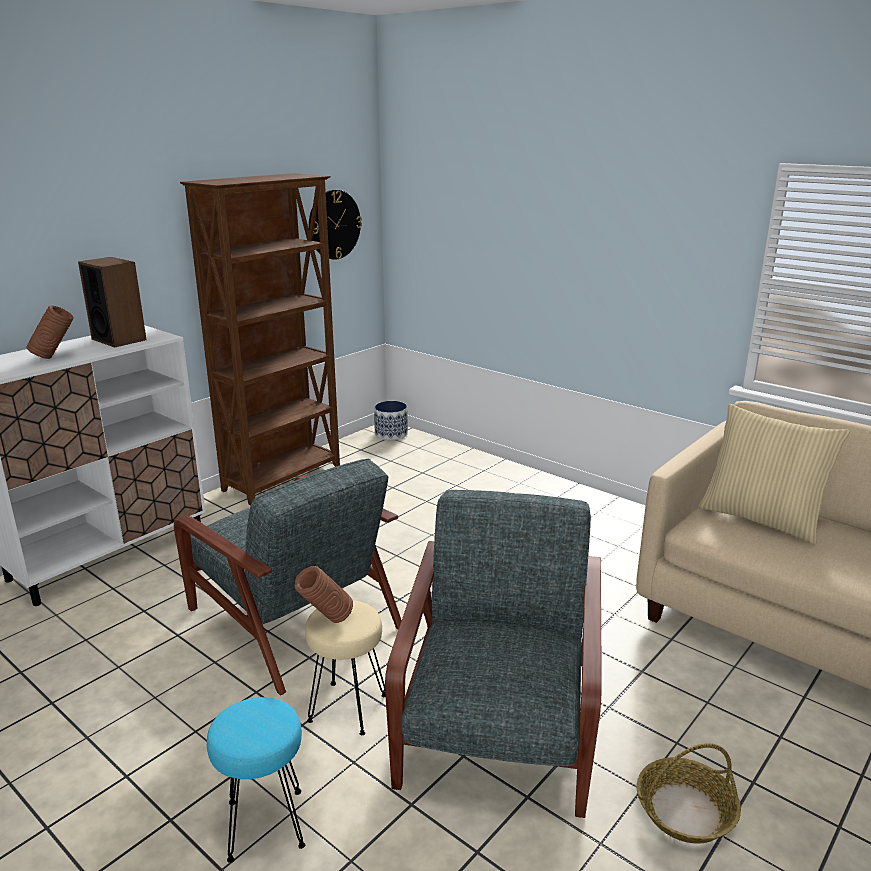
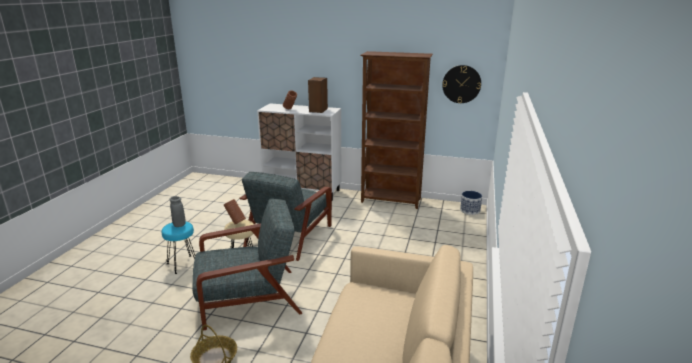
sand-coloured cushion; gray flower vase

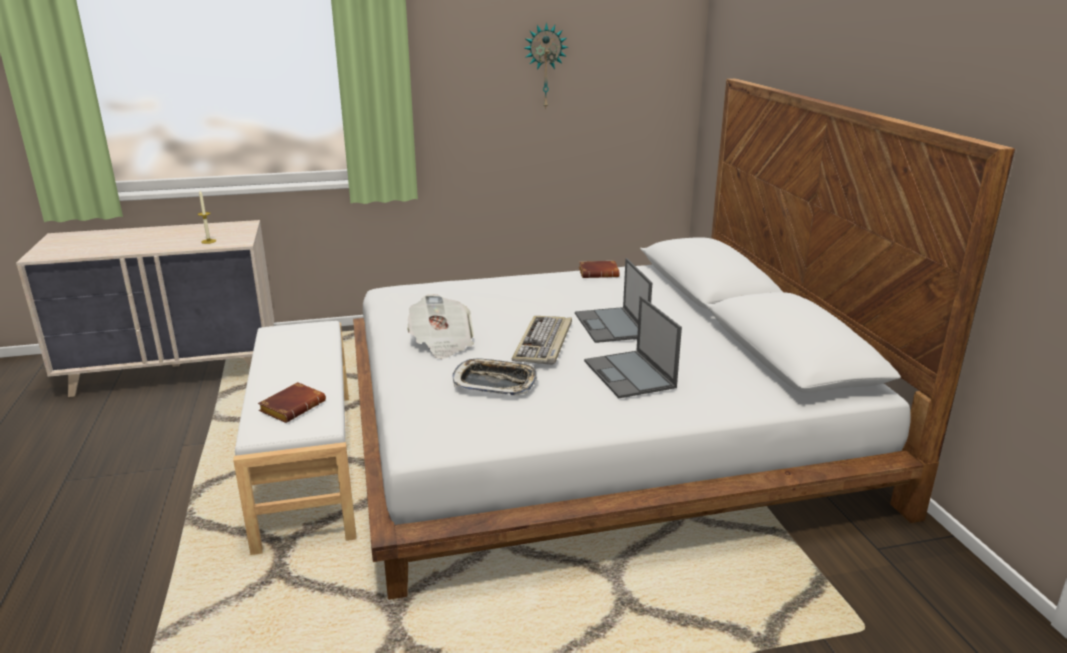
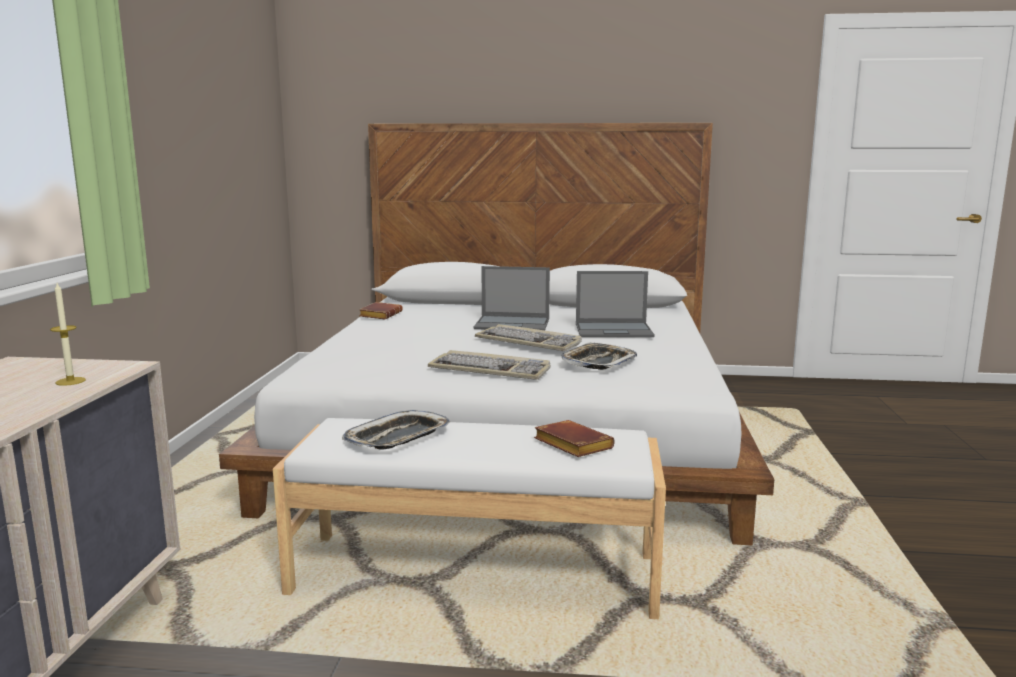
PC keyboard (no. 1 from left); clock on the wall; serving tray (no. 1 from left)

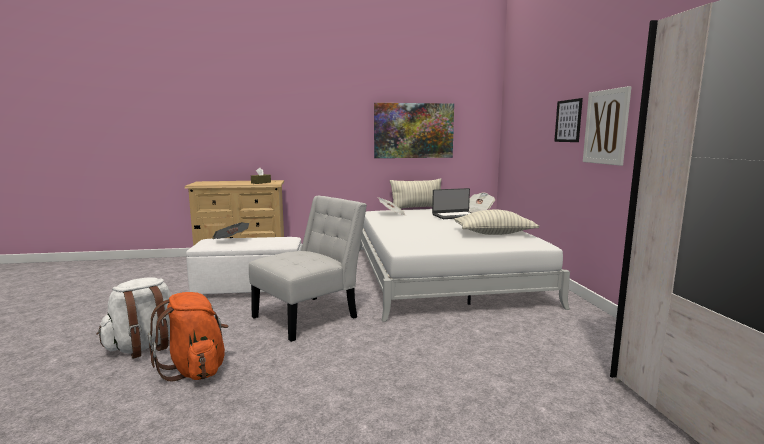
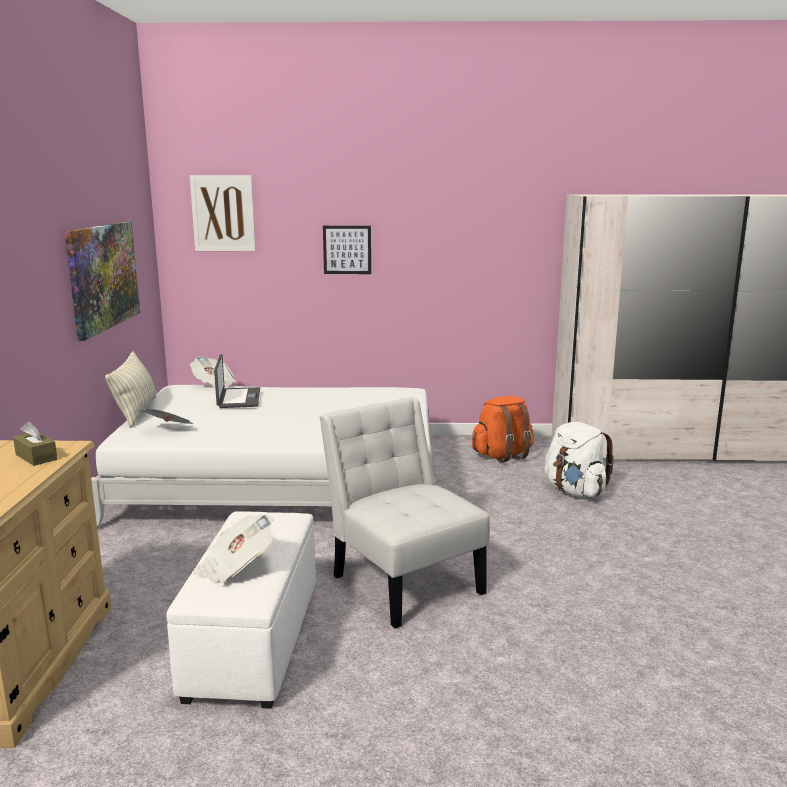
white-coloured backpack; orangey backpack; cushion (no. 2 from left in the first image); wall picture (no. 2 from left)

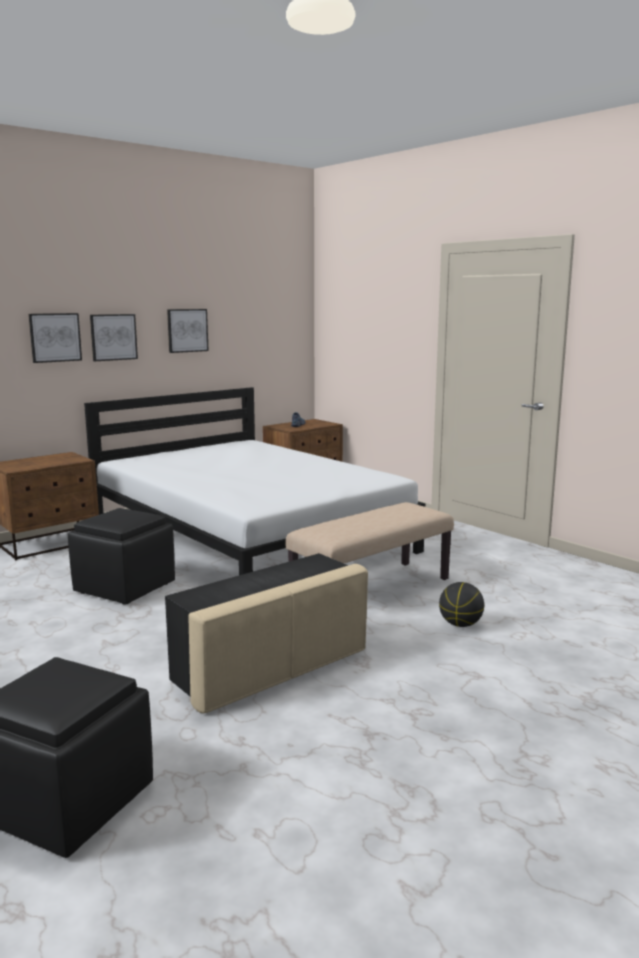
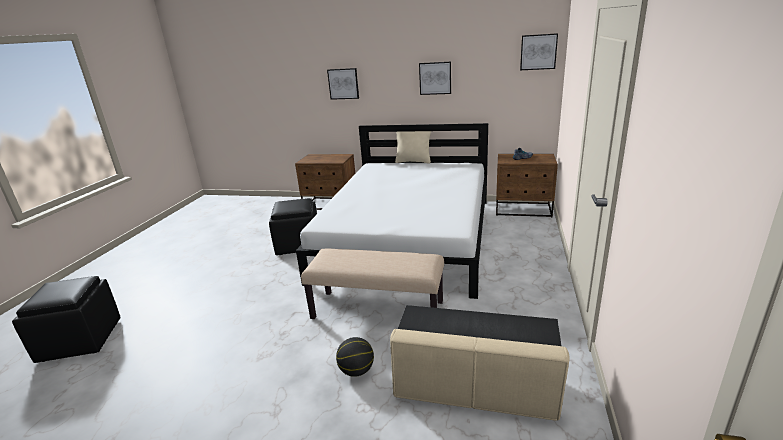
wall picture (no. 3 from left); sand-coloured footrest; sand-coloured cushion

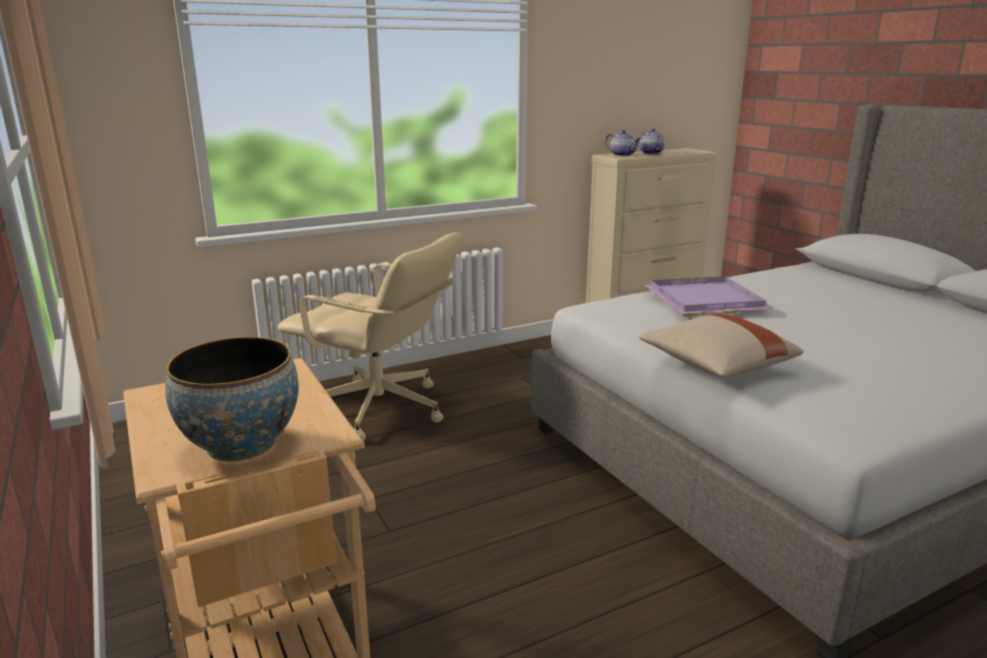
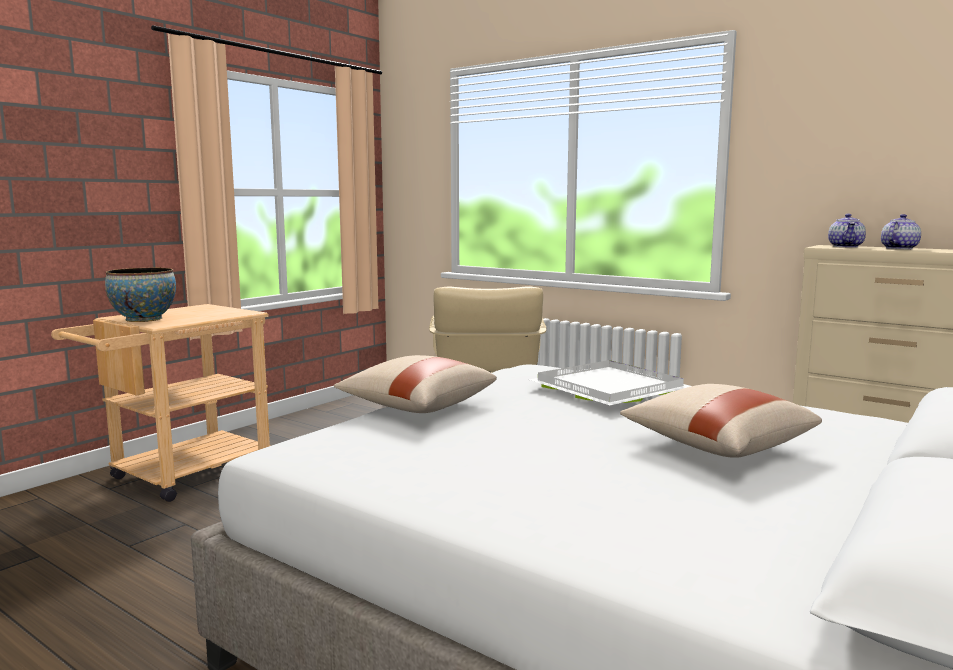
white-coloured serving tray; sand-coloured cushion (no. 2 from left)

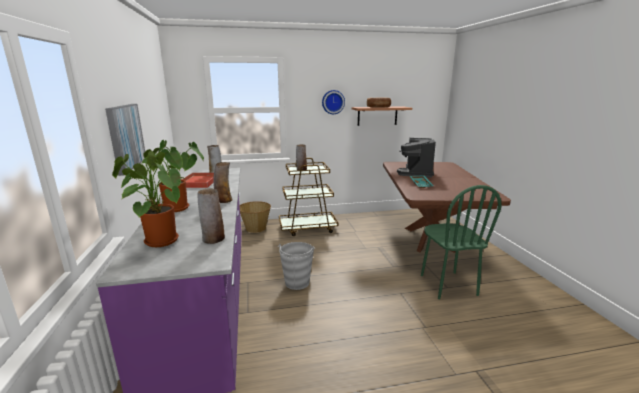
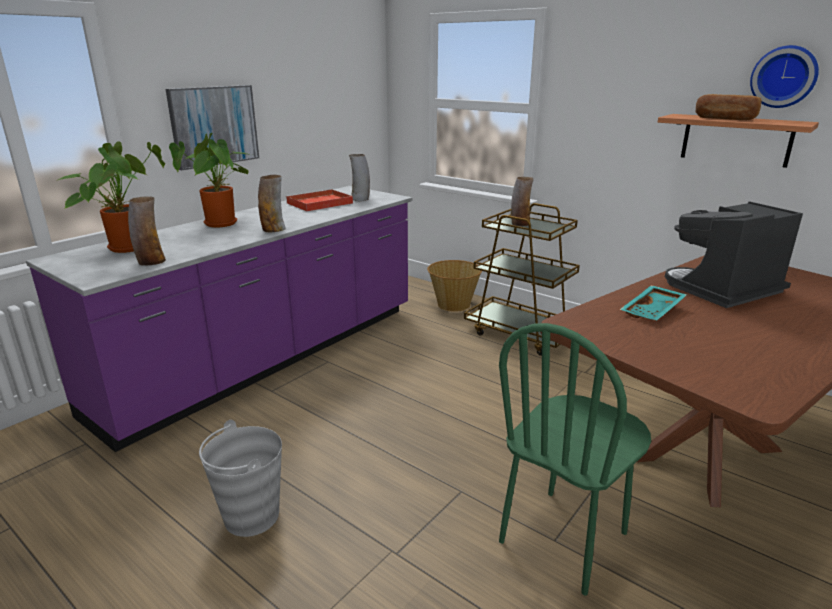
gray bucket; clock on the wall

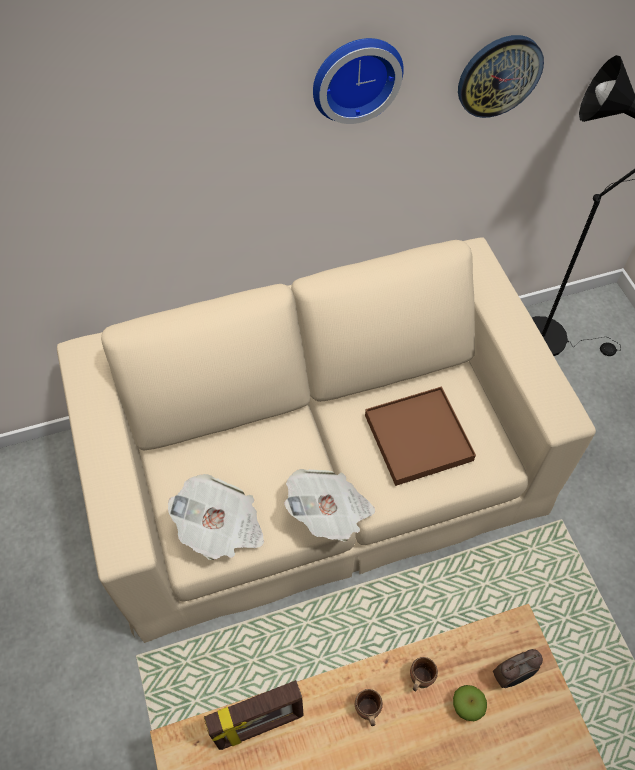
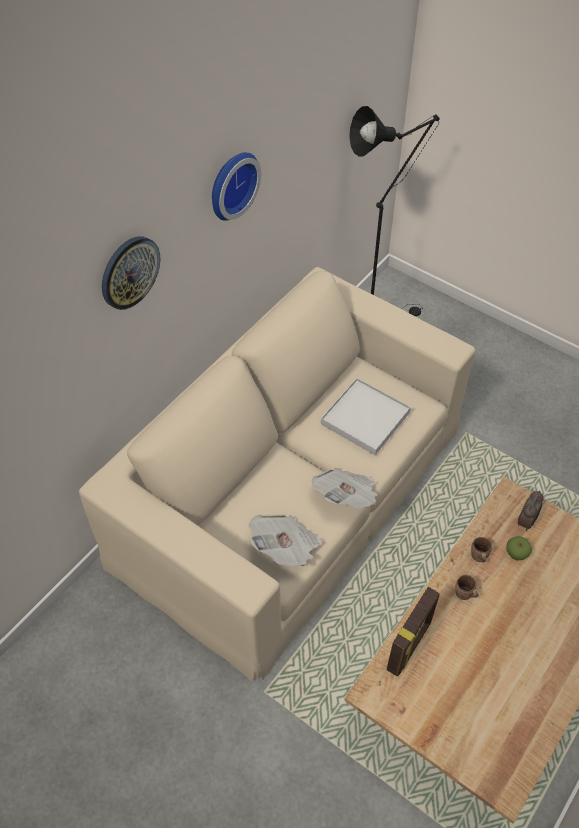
white-coloured serving tray; clock on the wall (no. 1 from left)

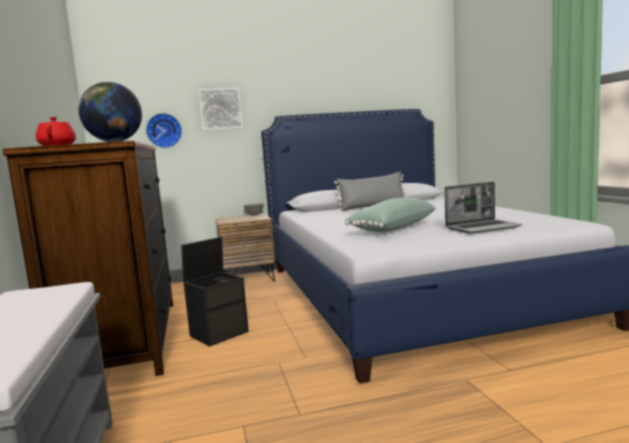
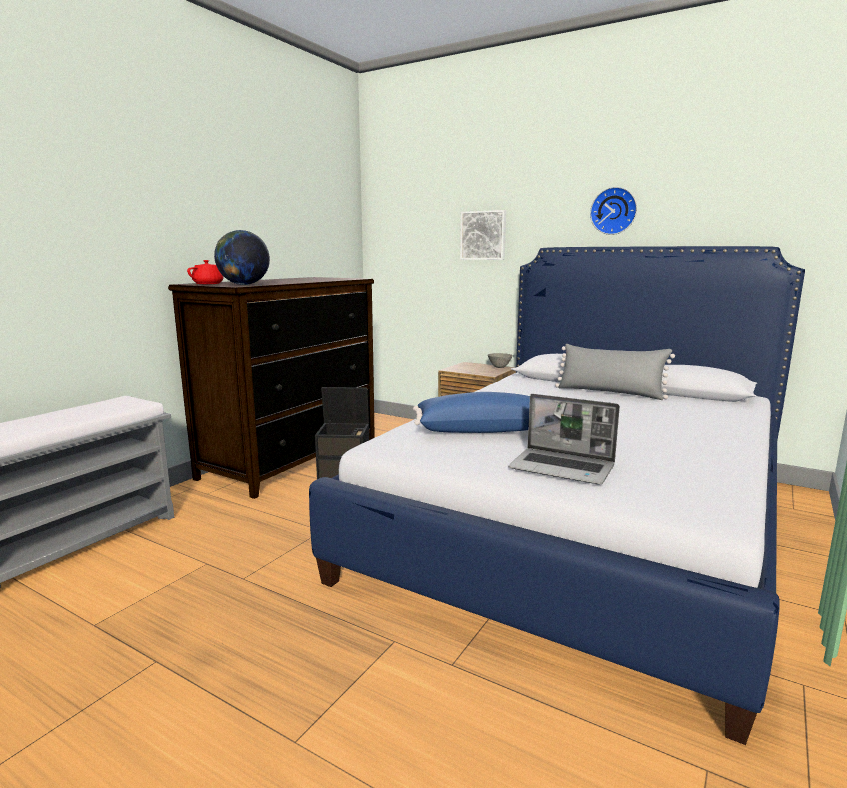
clock on the wall; blue-coloured cushion

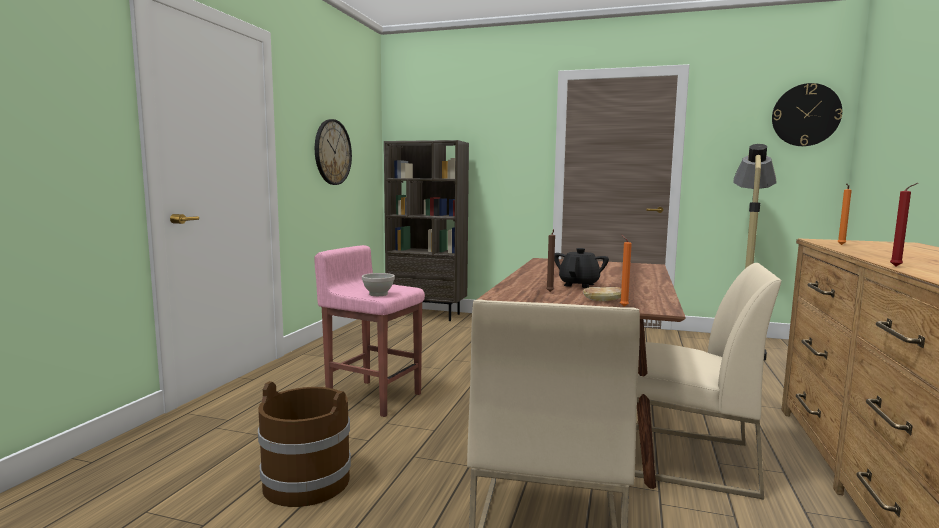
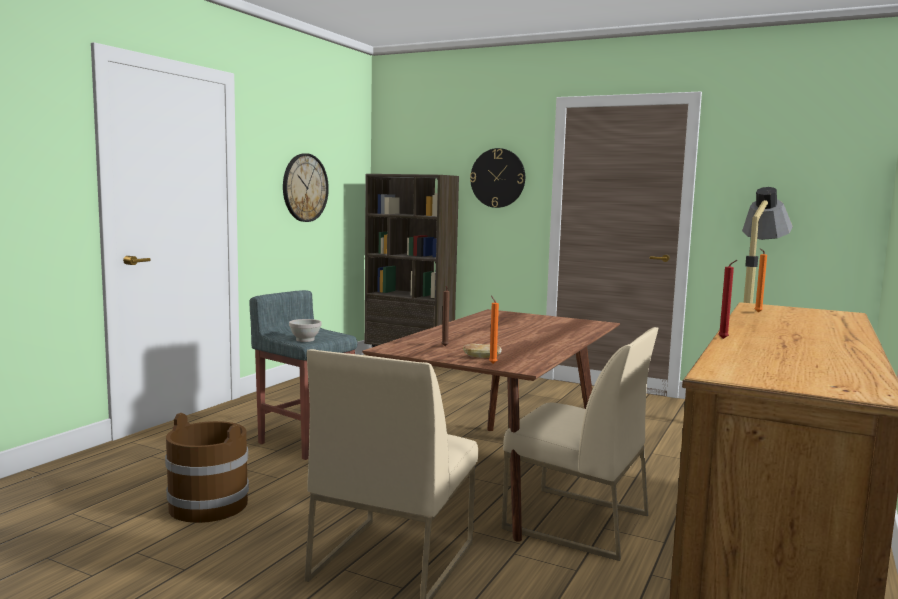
gray stool; blackish tea pot; clock on the wall (no. 2 from left)

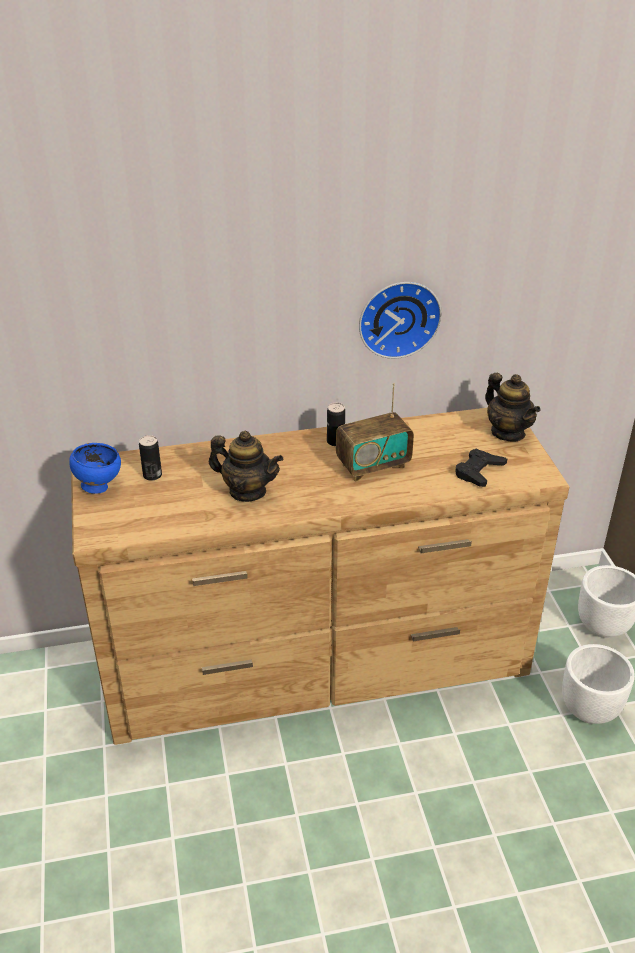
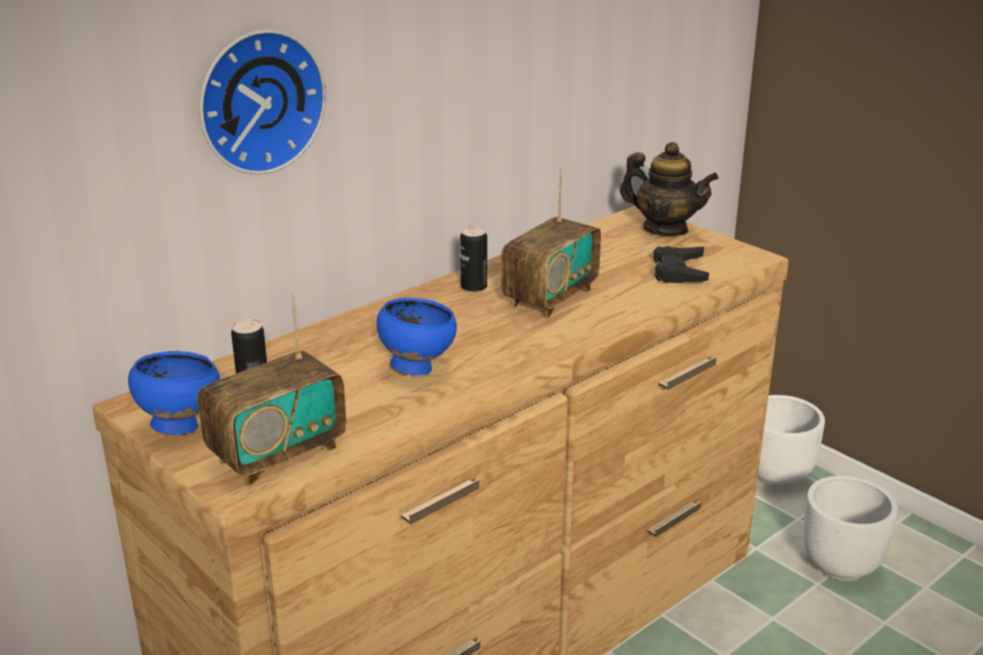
blue-coloured bowl (no. 2 from left); clock on the wall; radio (no. 1 from left)

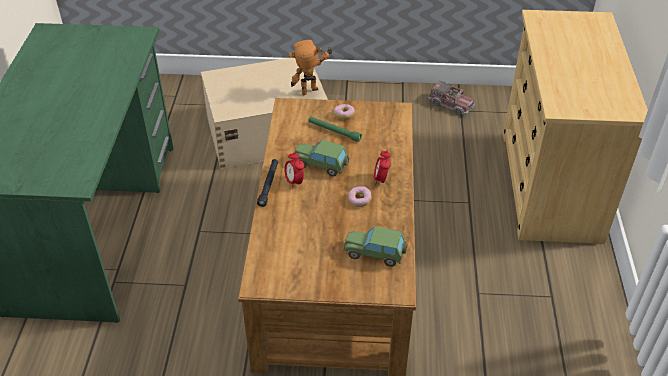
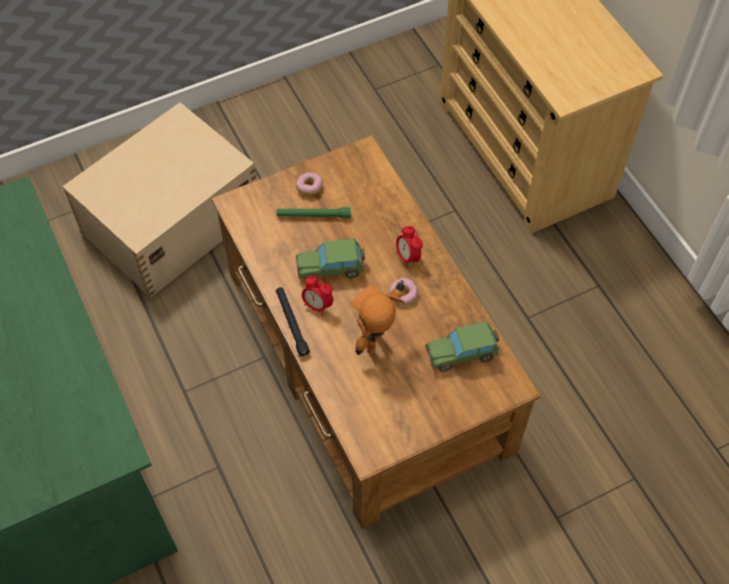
toy robot; model truck

